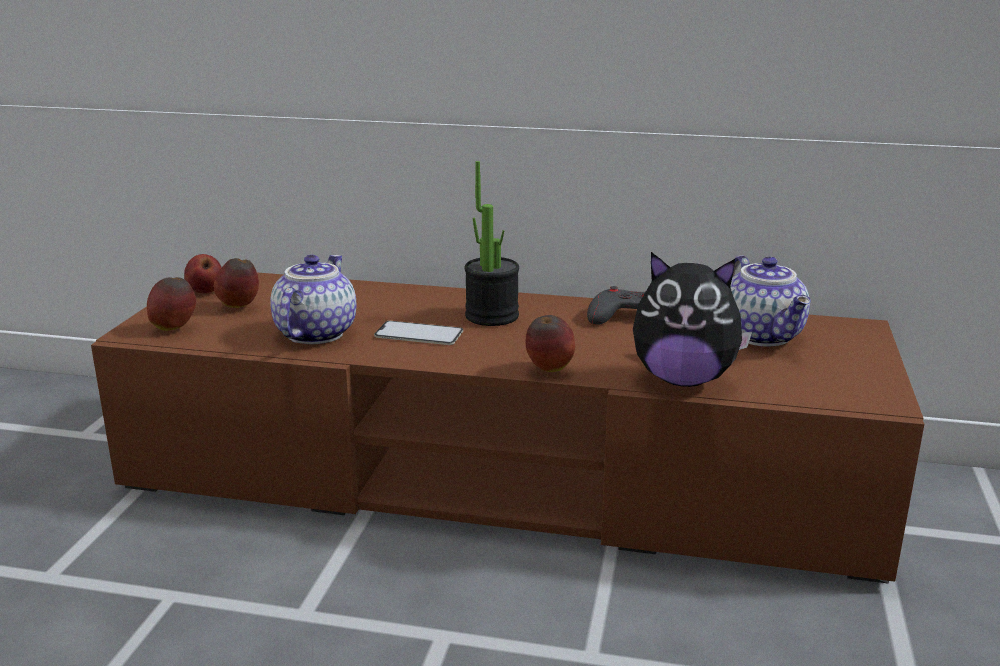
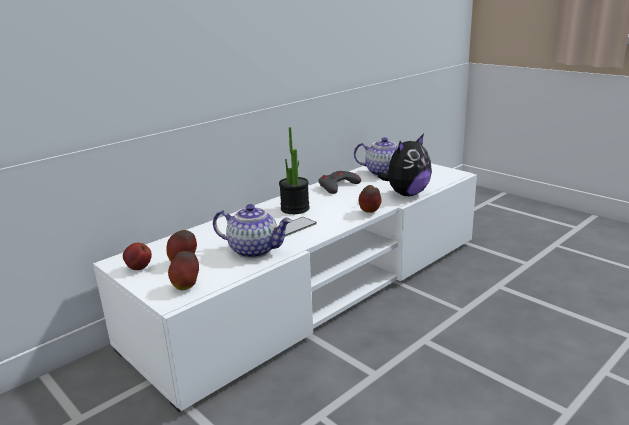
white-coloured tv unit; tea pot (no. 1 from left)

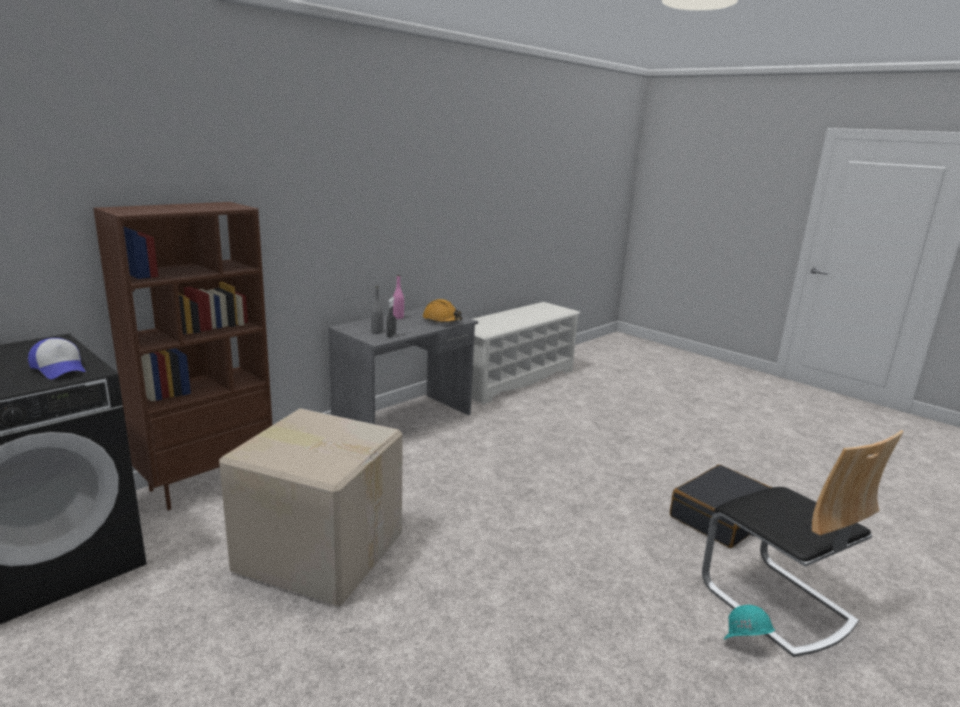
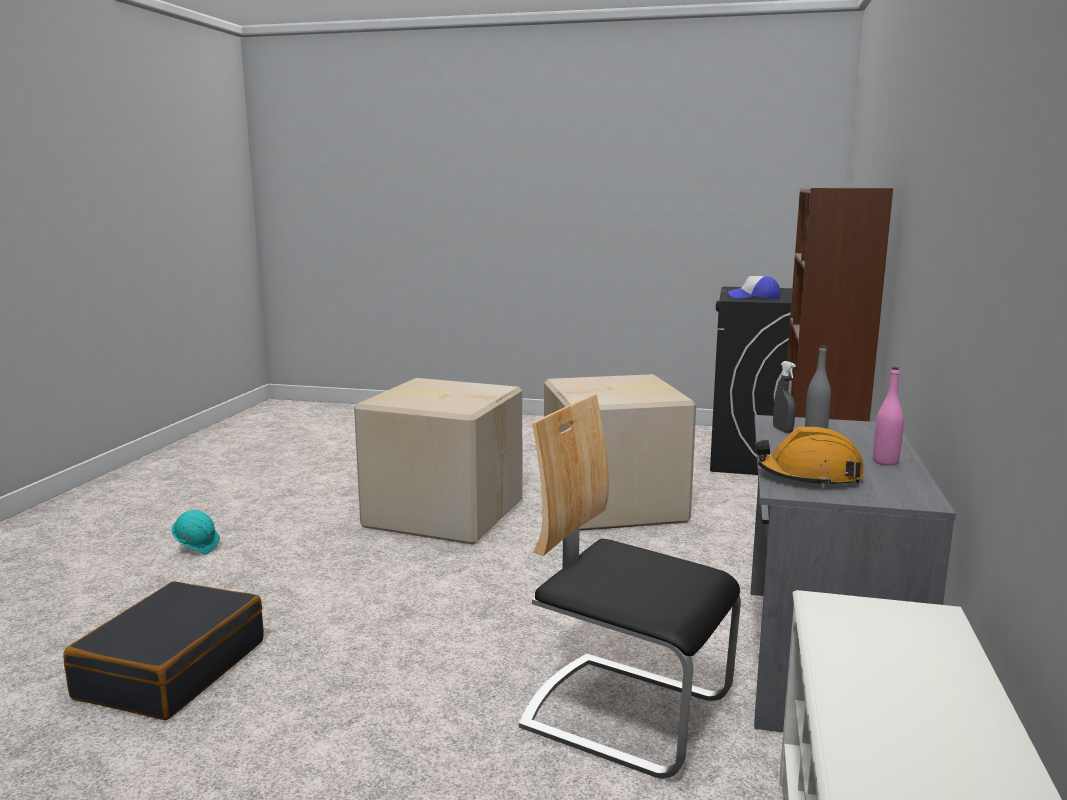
upright chair; carton (no. 1 from left)

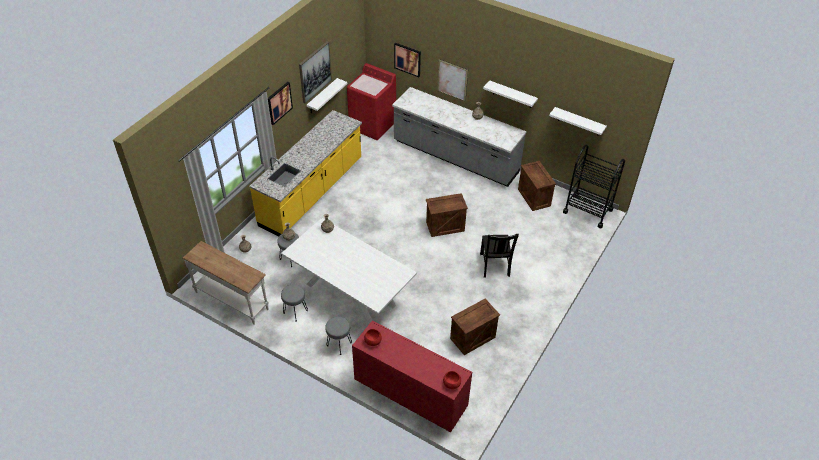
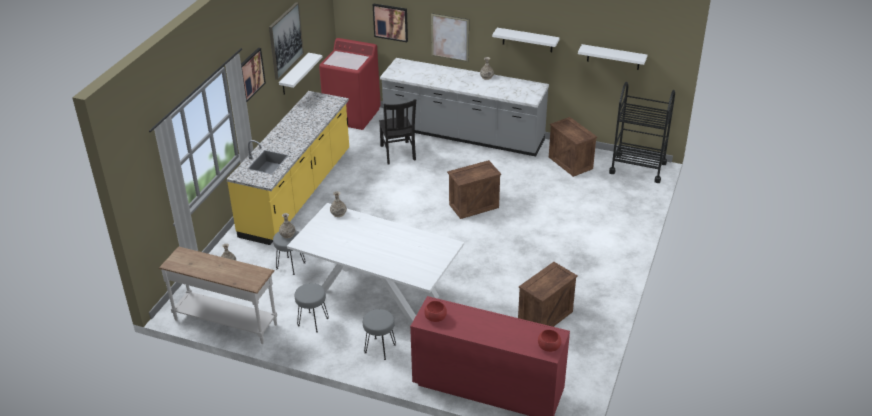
blackish upright chair

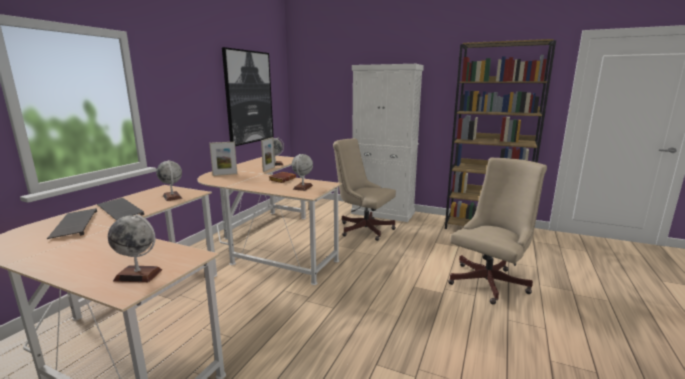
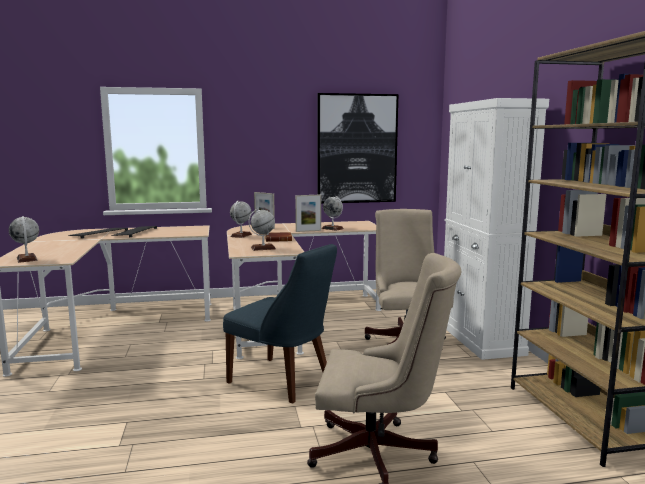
world globe (no. 2 from left); blue-coloured upright chair

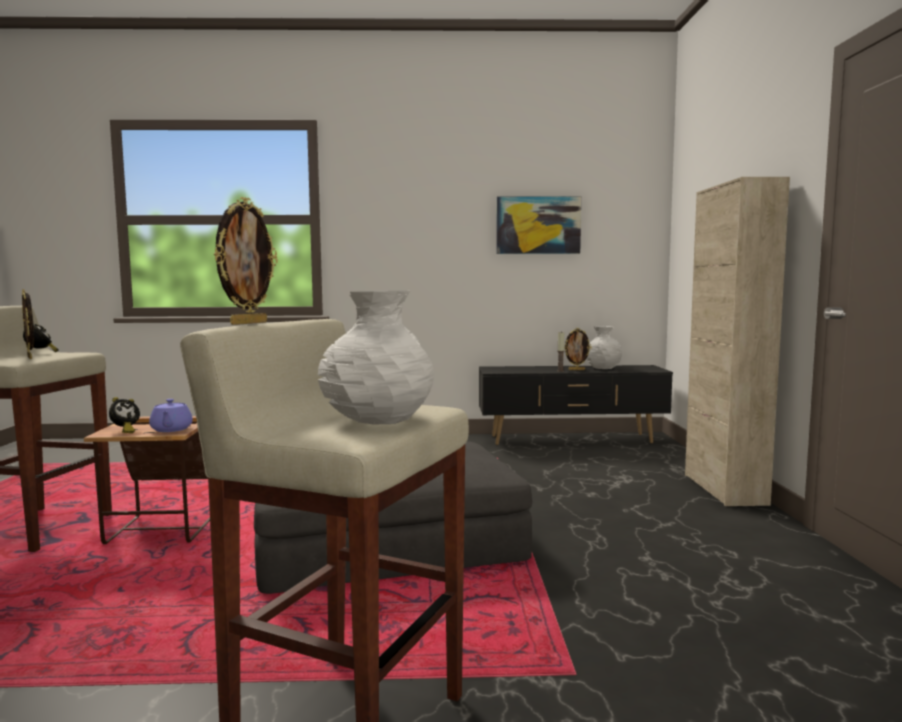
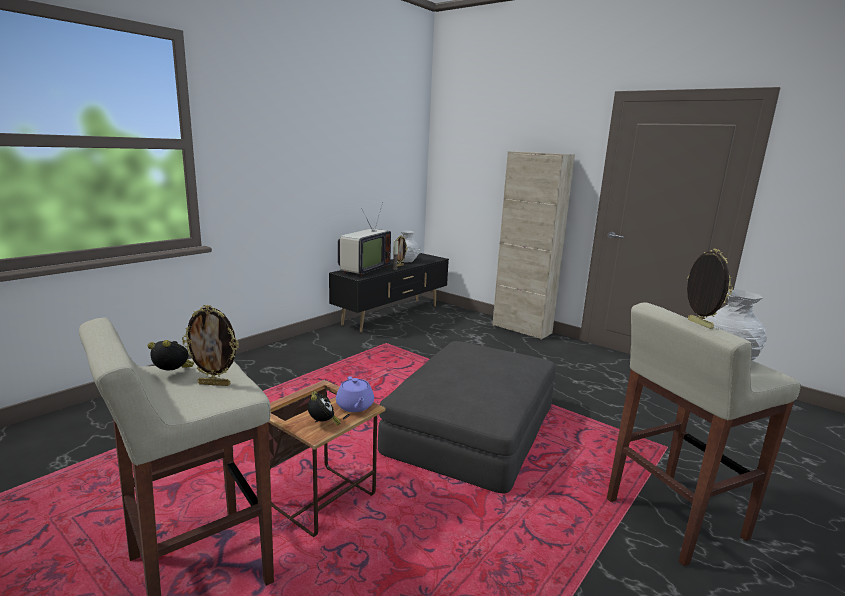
purple-coloured tea pot; wall picture; TV set

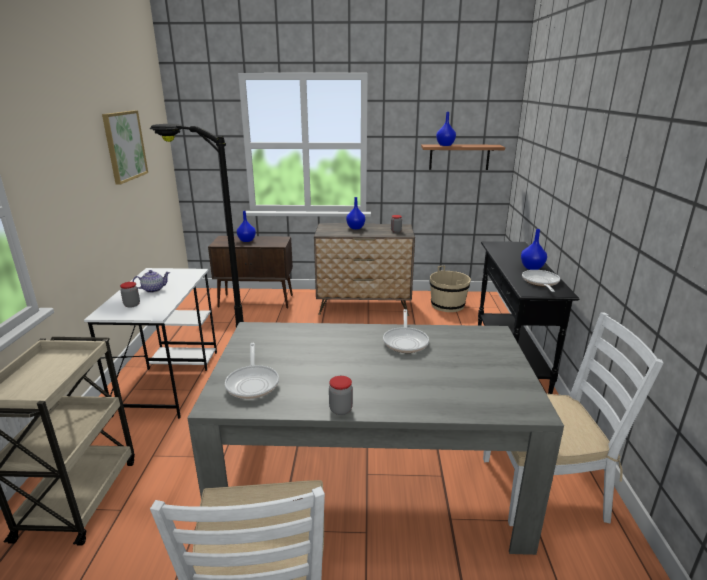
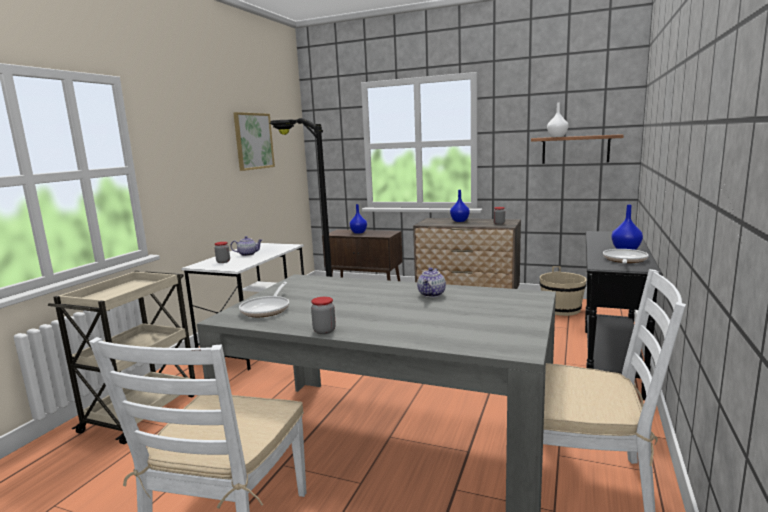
tea pot (no. 2 from left); white-coloured flower vase

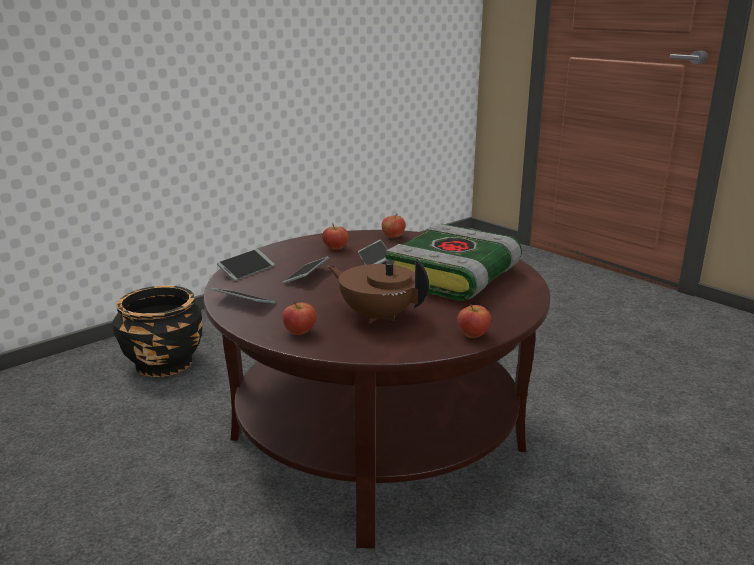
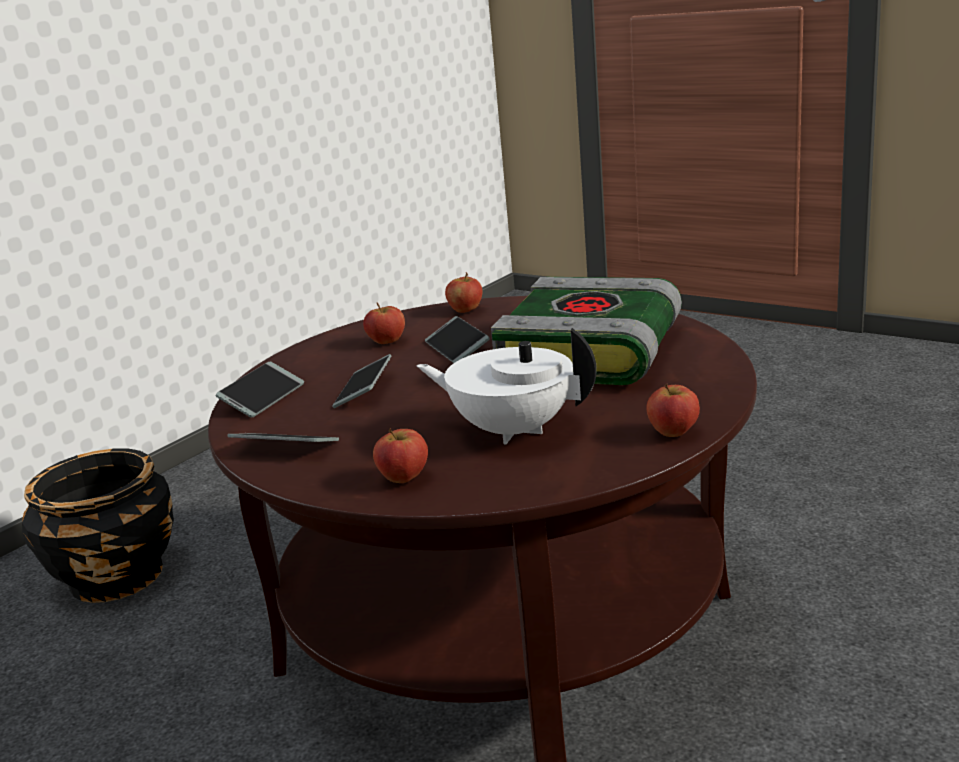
white-coloured tea pot

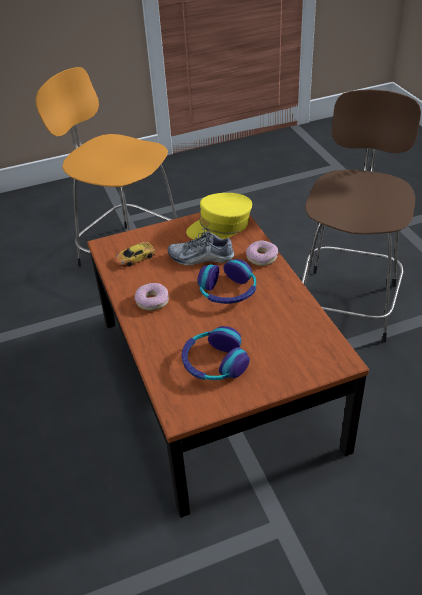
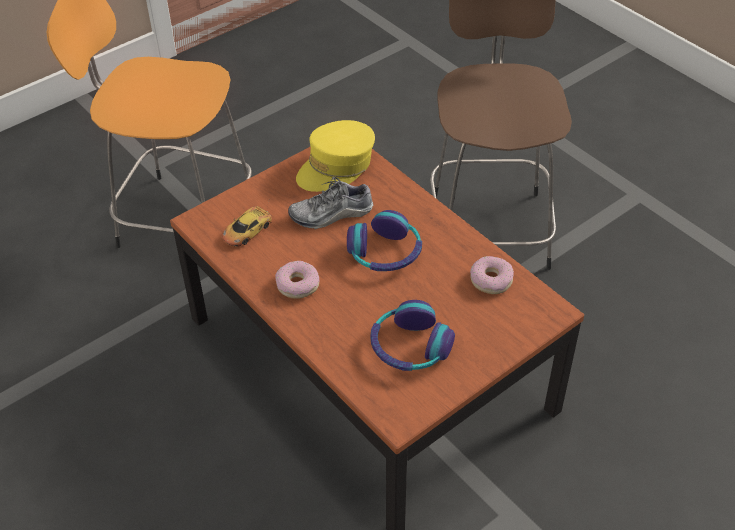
doughnut (no. 2 from left)

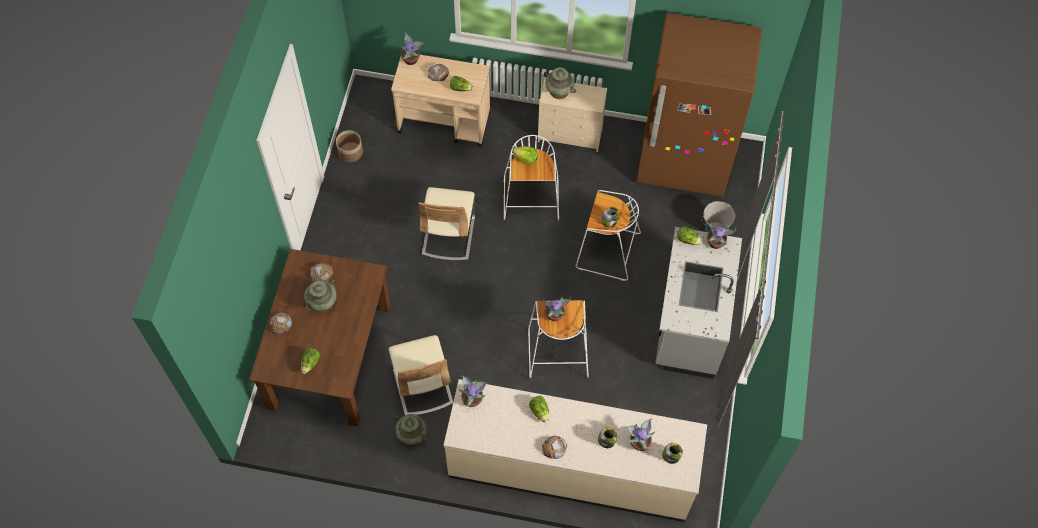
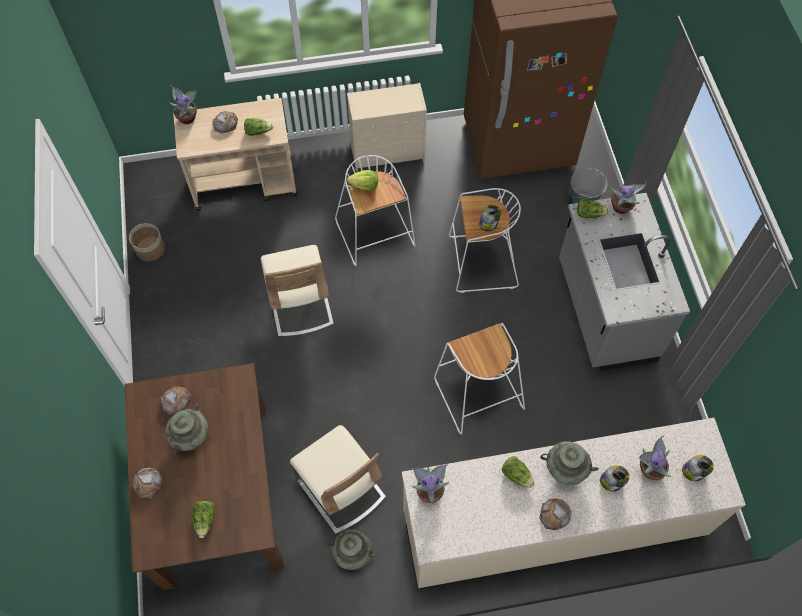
plant in a pot (no. 3 from left in the first image); turquoise flower vase (no. 3 from left)

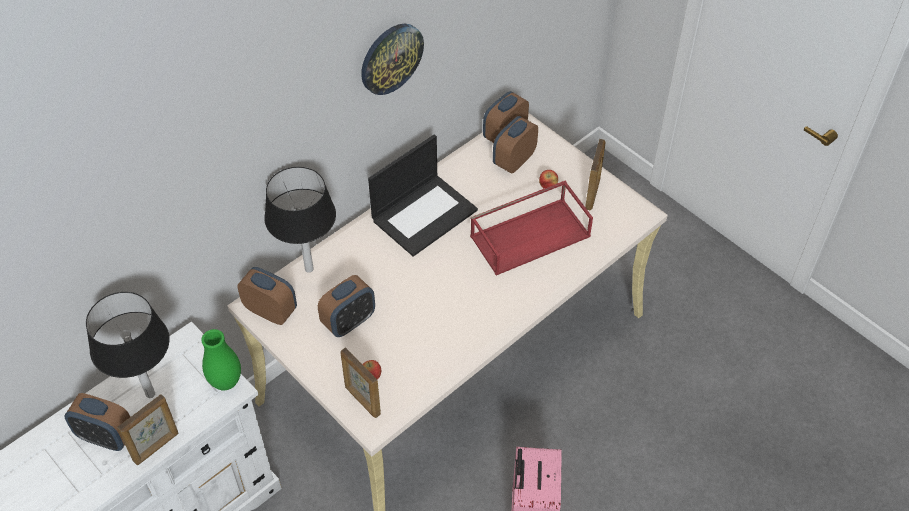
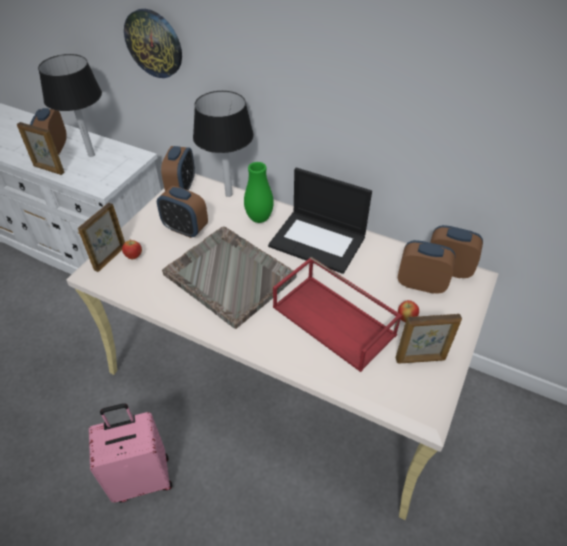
green-coloured flower vase; clock on the wall; gray serving tray

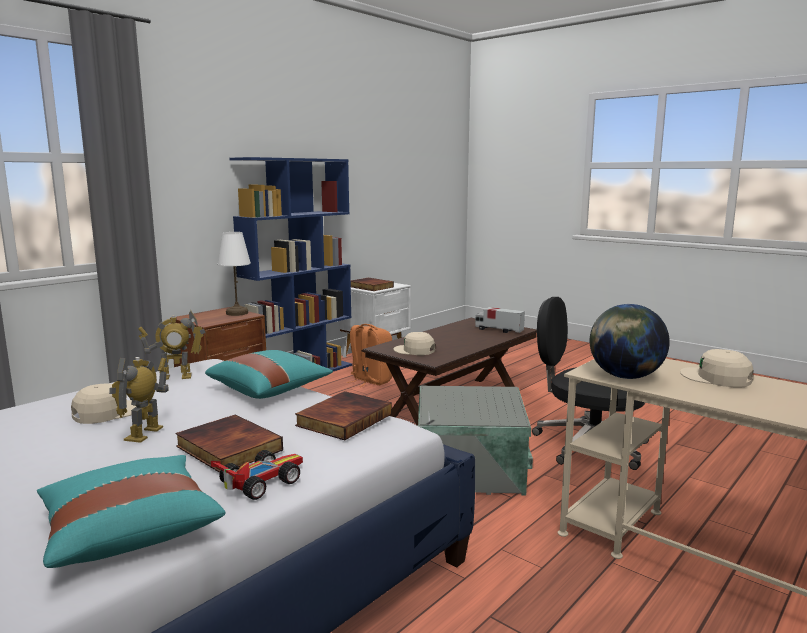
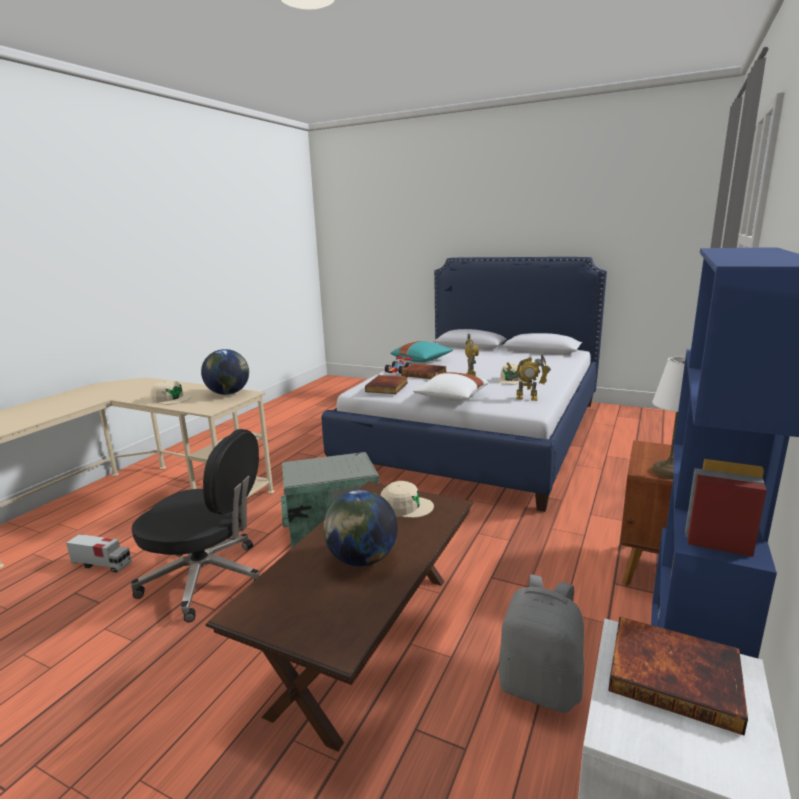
toy robot (no. 2 from left); white-coloured cushion; gray backpack; model truck; world globe (no. 2 from left)

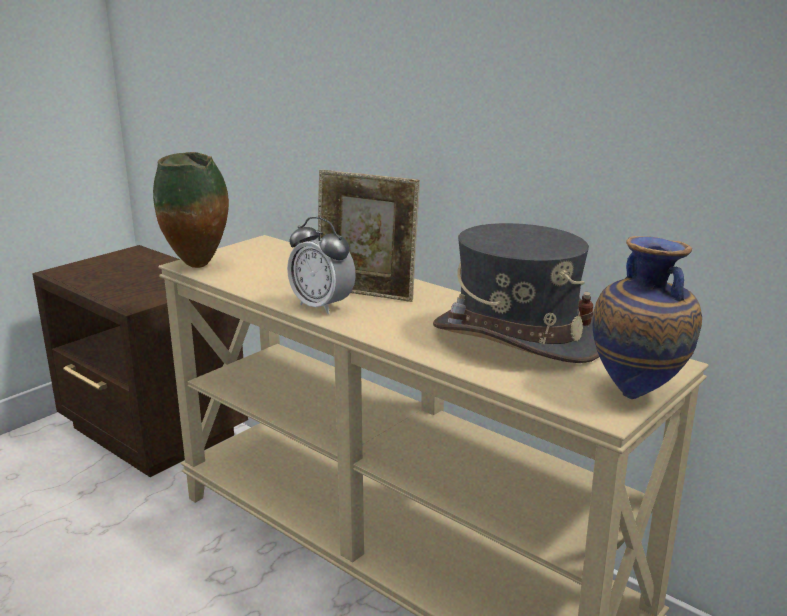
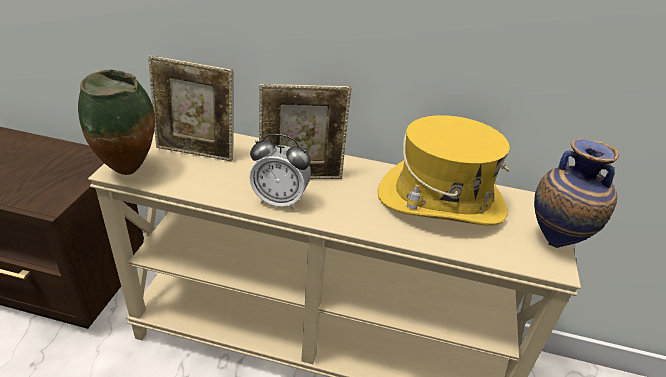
yellow wearable hat; picture frame (no. 1 from left)

